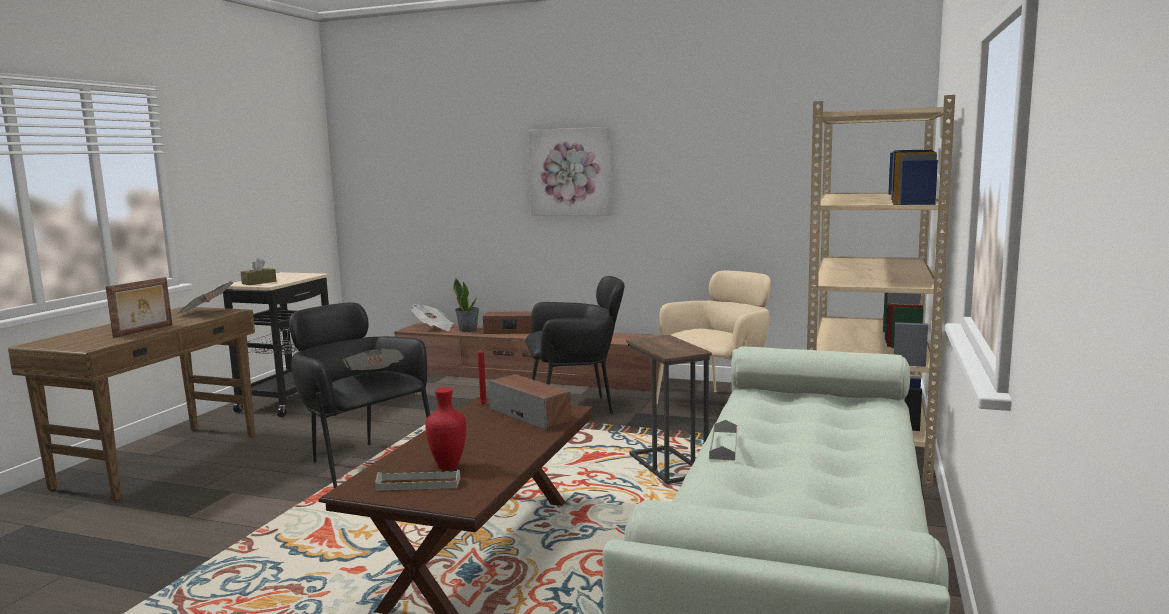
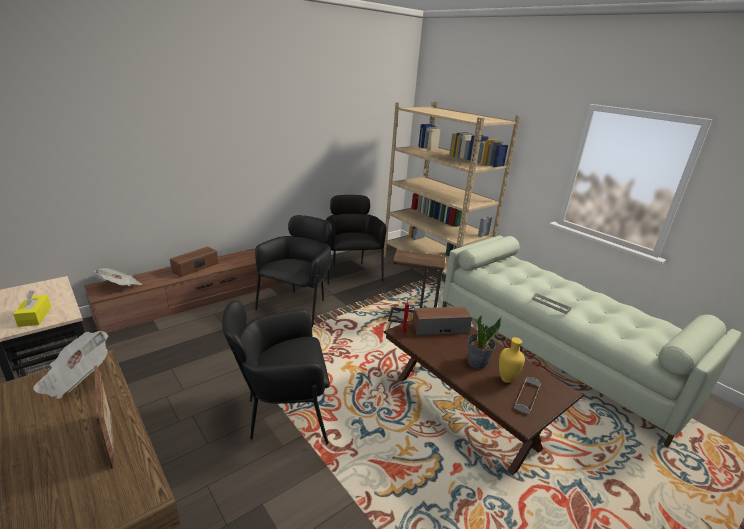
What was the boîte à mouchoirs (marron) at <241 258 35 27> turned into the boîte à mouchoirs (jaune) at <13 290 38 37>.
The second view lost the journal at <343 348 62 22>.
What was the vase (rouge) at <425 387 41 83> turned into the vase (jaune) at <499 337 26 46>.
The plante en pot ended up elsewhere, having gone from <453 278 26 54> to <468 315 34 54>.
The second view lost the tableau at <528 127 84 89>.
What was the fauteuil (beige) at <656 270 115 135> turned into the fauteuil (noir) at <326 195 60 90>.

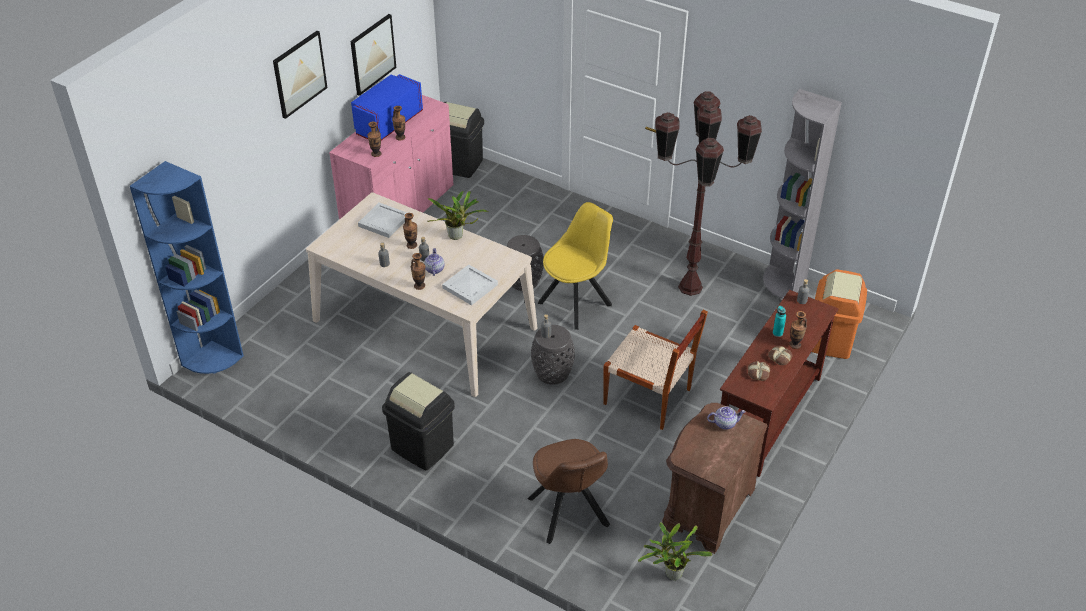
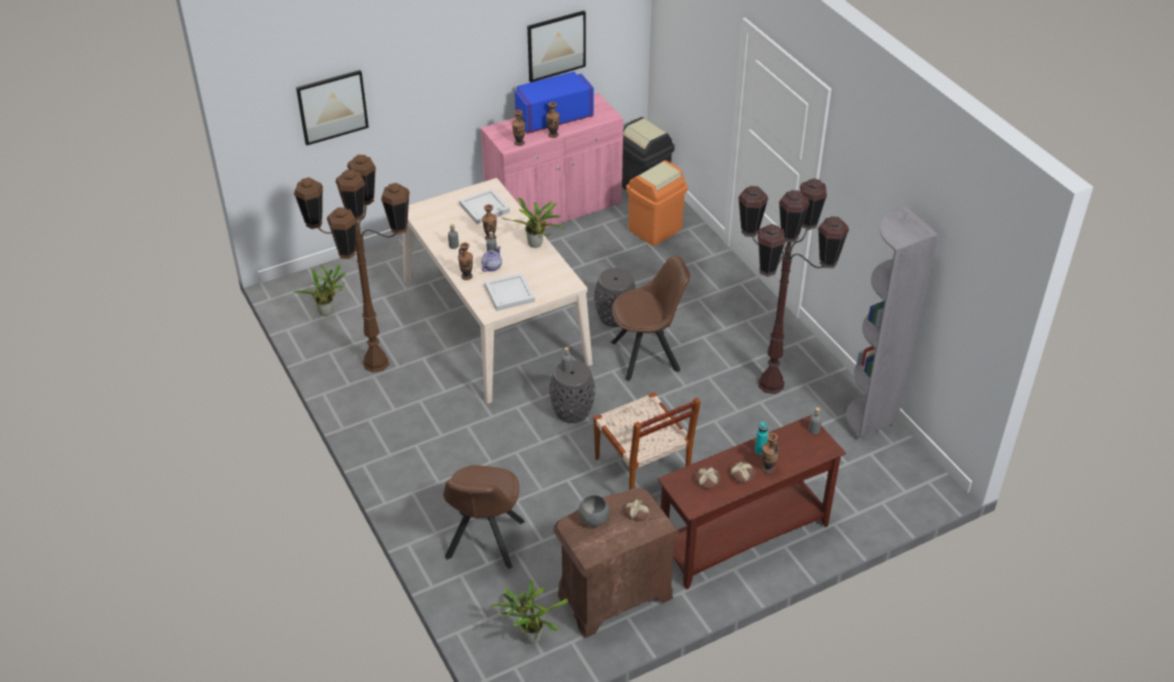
The second view lost the bibliothèque (bleu) at <130 161 114 213>.
The tableau ended up elsewhere, having gone from <273 31 55 88> to <296 70 73 76>.
The second view lost the poubelle (noir) at <382 372 73 98>.
What was the chaise (jaune) at <538 202 75 128> turned into the chaise (marron) at <611 255 79 126>.
Where the théière stood at <707 406 38 23>, the pain came to stand at <623 499 27 22>.
The poubelle (orange) ended up elsewhere, having gone from <812 270 55 89> to <626 160 62 86>.
The second view gained the plante en pot at <293 265 53 51>.
The second view gained the lampadaire (marron) at <294 155 116 218>.
The second view gained the bol (gris) at <579 495 31 31>.

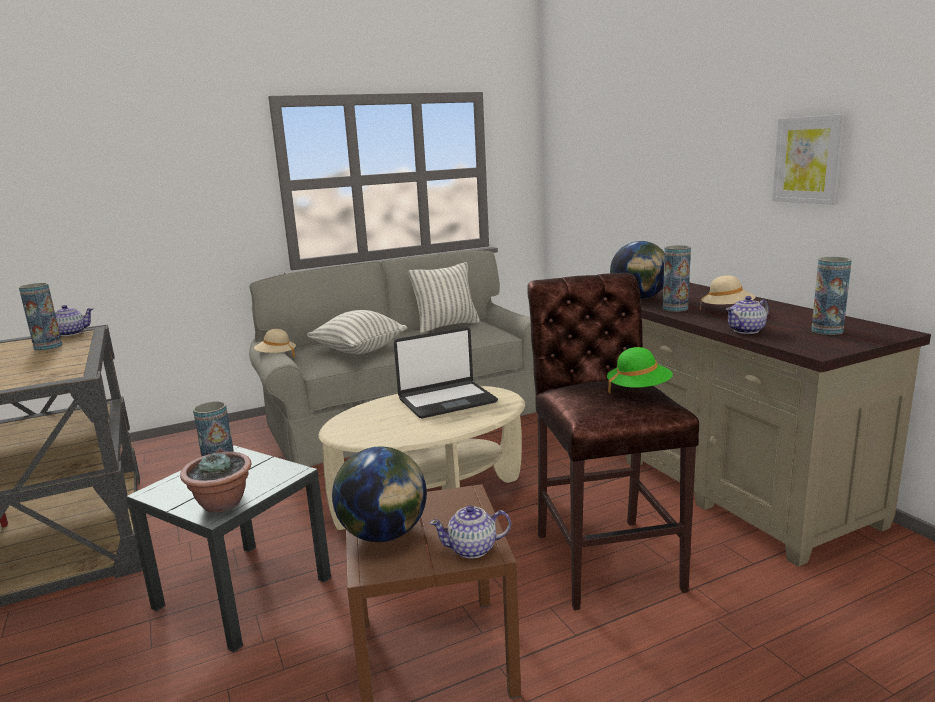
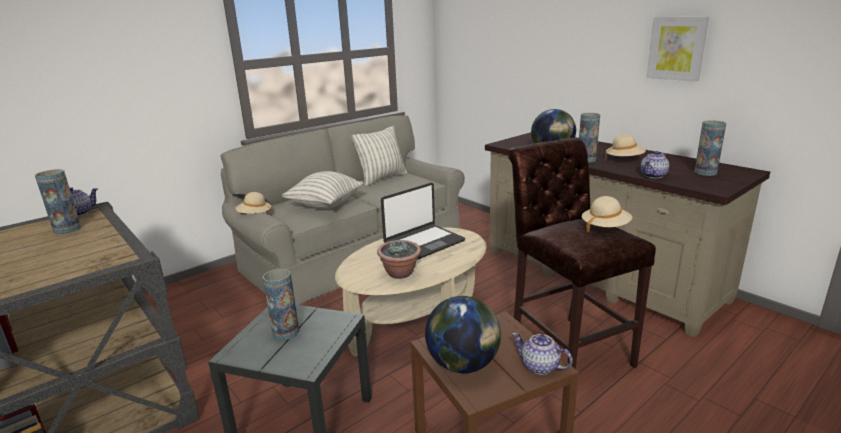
The plante en pot ended up elsewhere, having gone from <180 452 72 61> to <377 240 44 39>.
The théière at <430 505 81 54> ended up facing another way, 60 degrees clockwise from before.
What was the chapeau (vert) at <607 347 66 47> turned into the chapeau (beige) at <582 196 50 37>.

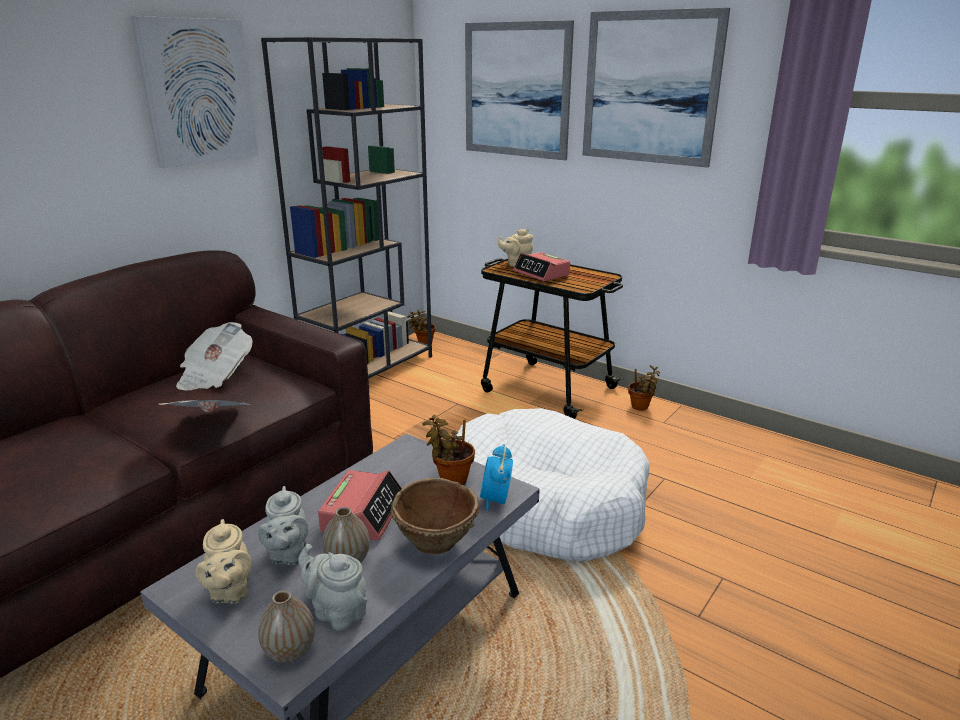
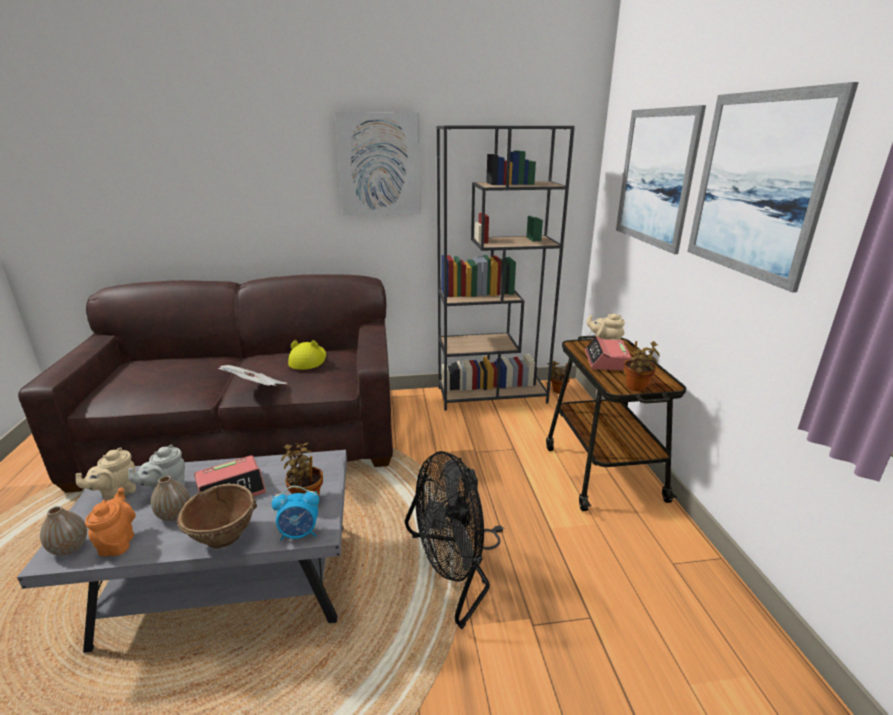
Where the journal stood at <176 322 77 68>, the chapeau (jaune) came to stand at <288 340 38 30>.
What was the théière (gris) at <298 544 69 87> turned into the théière (orange) at <85 488 51 68>.
Where the panier pour chien (blanc) stood at <456 408 194 153>, the ventilateur (noir) came to stand at <405 451 100 178>.
The réveil at <480 444 33 67> ended up facing another way, 150 degrees counterclockwise from before.
The plante en pot ended up elsewhere, having gone from <628 365 32 45> to <624 341 36 50>.

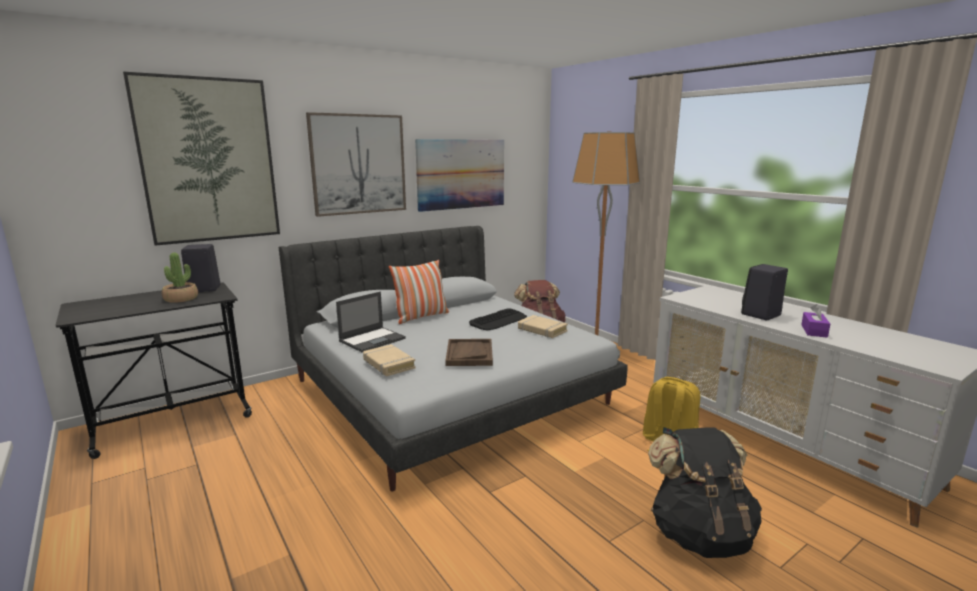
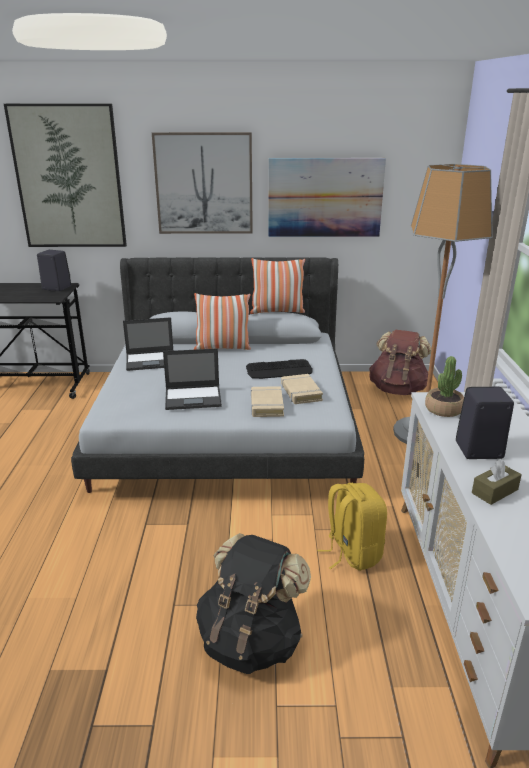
The plante en pot ended up elsewhere, having gone from <162 253 36 50> to <425 356 39 61>.
The livre (beige) ended up elsewhere, having gone from <363 344 53 32> to <251 386 33 31>.
Where the plateau (marron) stood at <445 339 48 27>, the ordinateur portable came to stand at <163 348 59 62>.
What was the boîte à mouchoirs (violet) at <801 304 29 34> turned into the boîte à mouchoirs (marron) at <472 459 50 46>.
The second view gained the coussin at <250 258 55 56>.

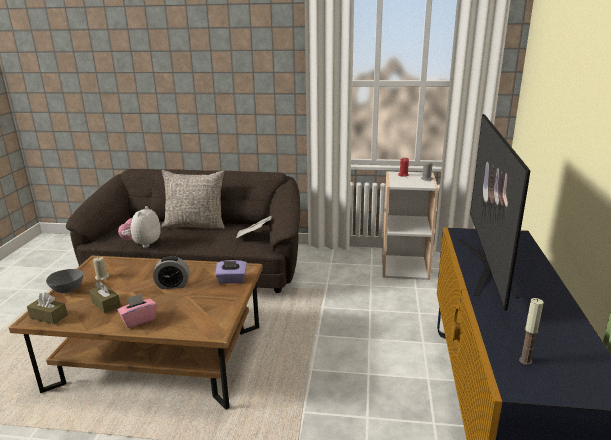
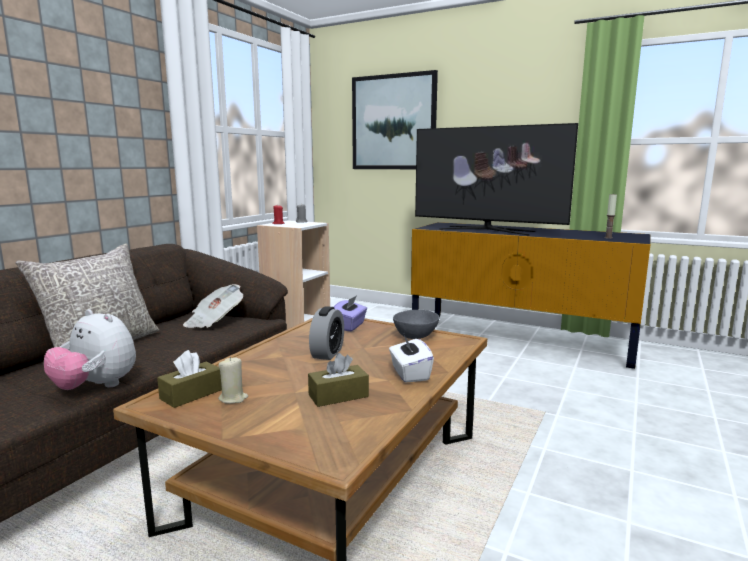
The boîte à mouchoirs (marron) ended up elsewhere, having gone from <27 292 41 32> to <157 350 65 58>.
The bol (gris) ended up elsewhere, having gone from <46 269 37 24> to <393 310 46 29>.
What was the boîte à mouchoirs (rose) at <117 294 40 34> turned into the boîte à mouchoirs (blanc) at <389 335 45 48>.
The second view gained the tableau at <352 70 86 99>.

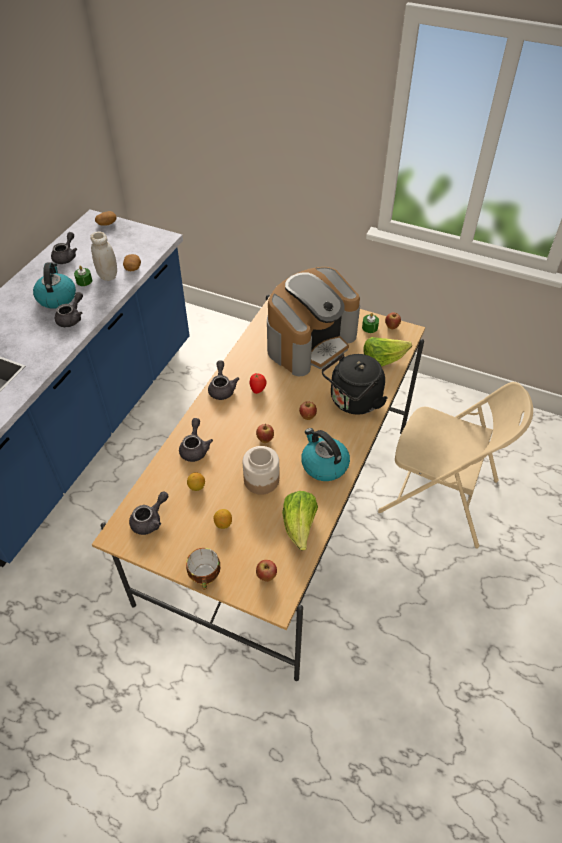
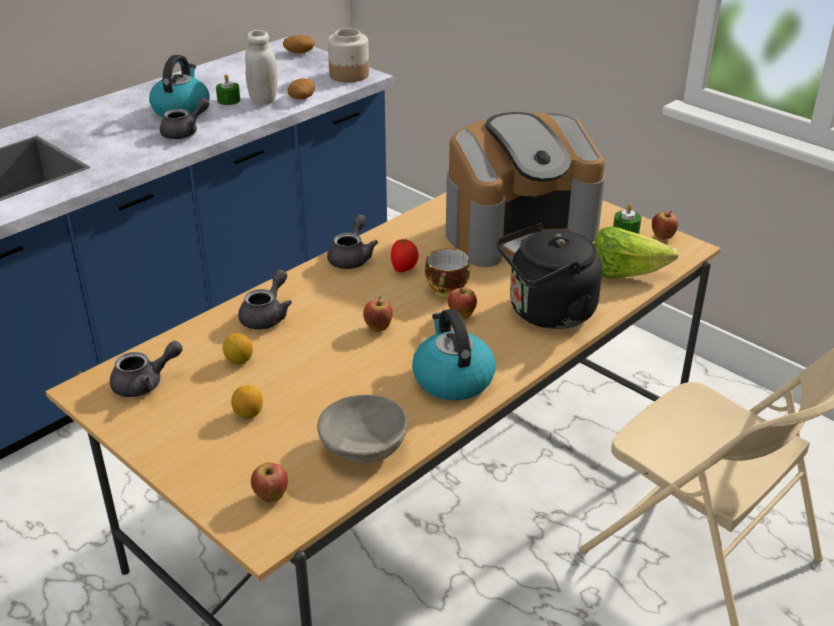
The second view lost the théière (gris) at <51 232 26 32>.
The tasse ended up elsewhere, having gone from <186 548 34 42> to <425 248 45 49>.
The bocal ended up elsewhere, having gone from <243 446 36 49> to <328 28 41 55>.
Where the laitue stood at <282 491 36 59>, the bol (gris) came to stand at <317 395 91 68>.

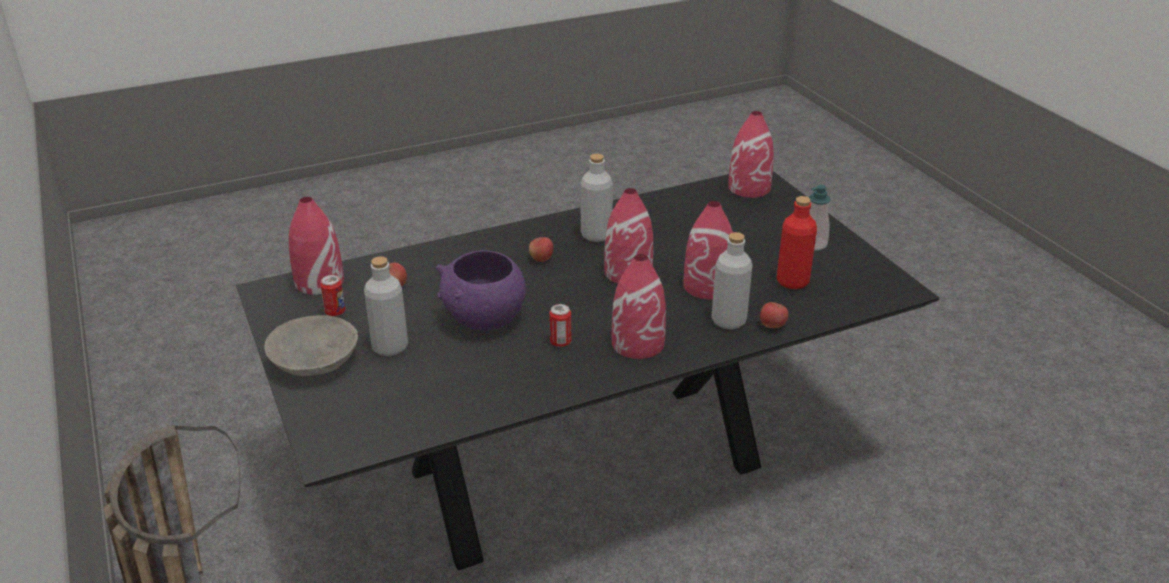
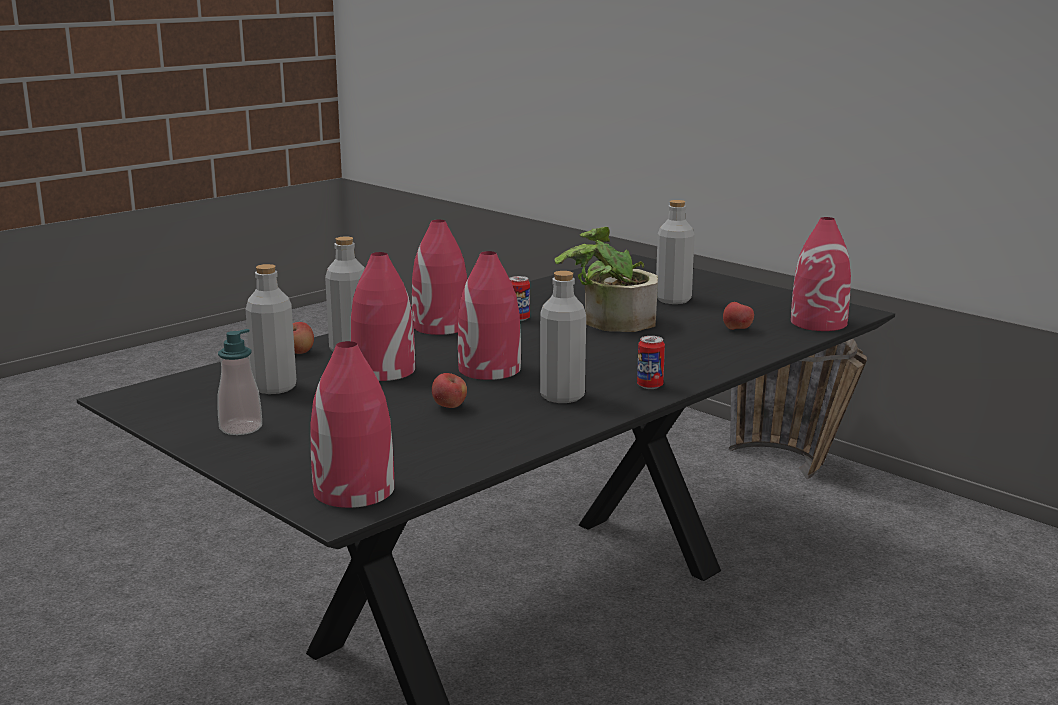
The second view lost the bol (gris) at <264 315 94 61>.
The boîte métallique ended up elsewhere, having gone from <320 275 26 41> to <637 336 28 53>.
Where the bol (violet) stood at <435 251 91 80>, the plante en pot came to stand at <554 227 104 105>.
The pomme ended up elsewhere, having gone from <529 237 25 25> to <432 373 35 35>.
What was the bouteille (rouge) at <777 196 40 93> turned into the bouteille (gris) at <245 264 51 130>.

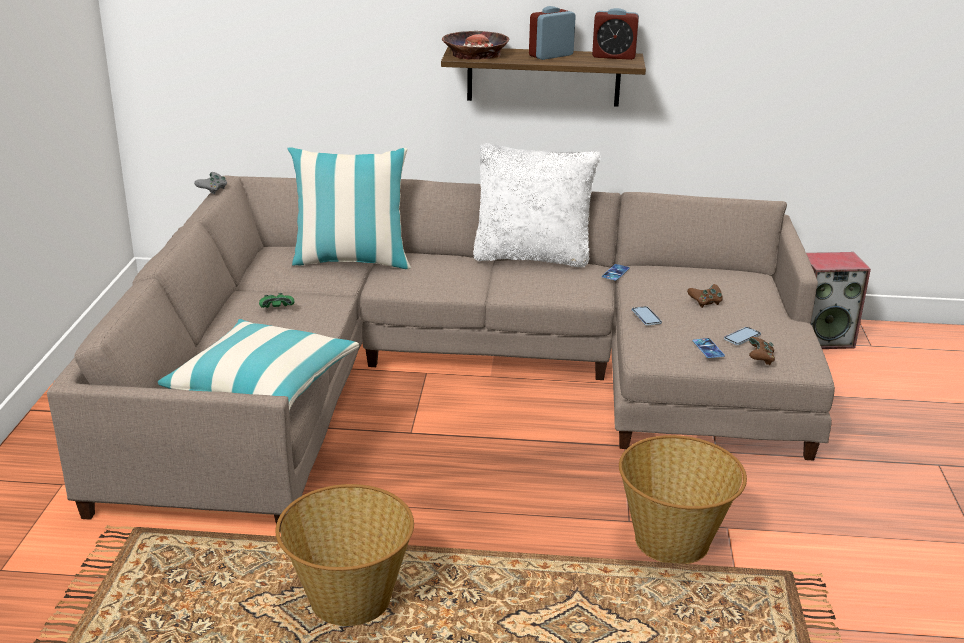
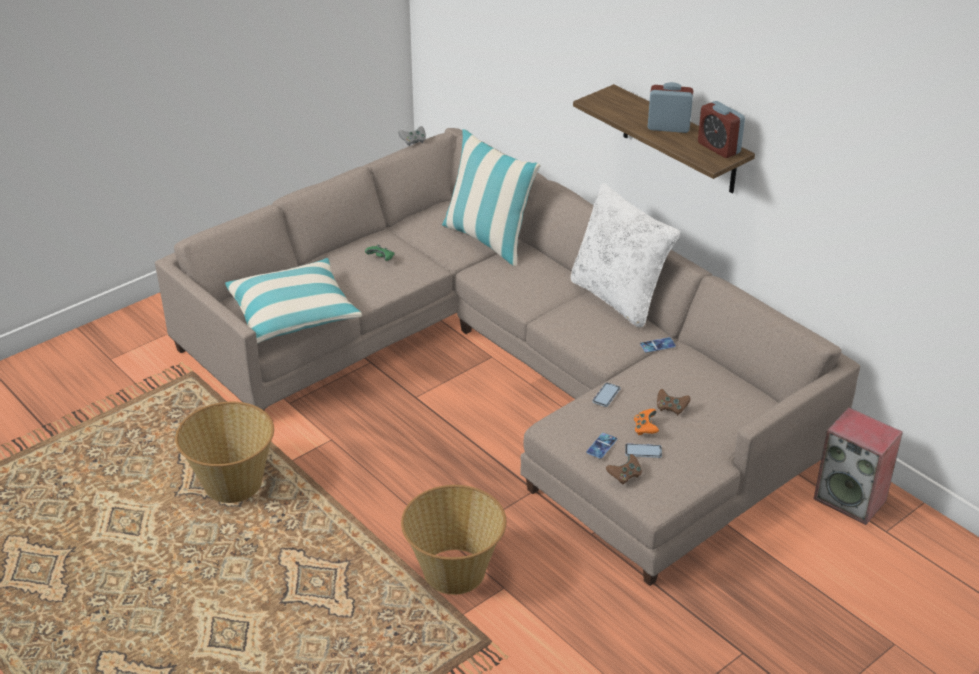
The second view lost the bol at <442 31 68 29>.
The second view gained the manette (orange) at <634 409 25 26>.

